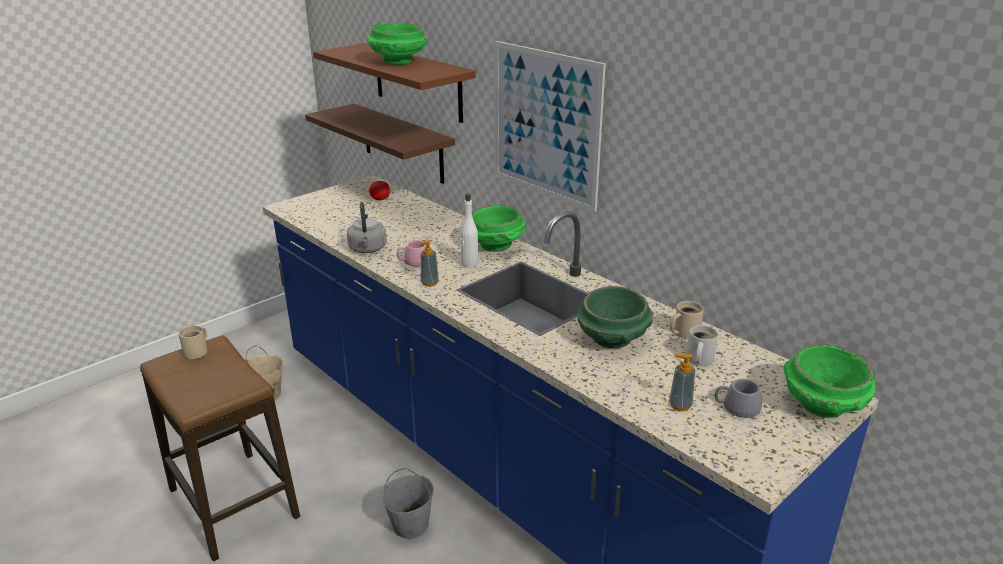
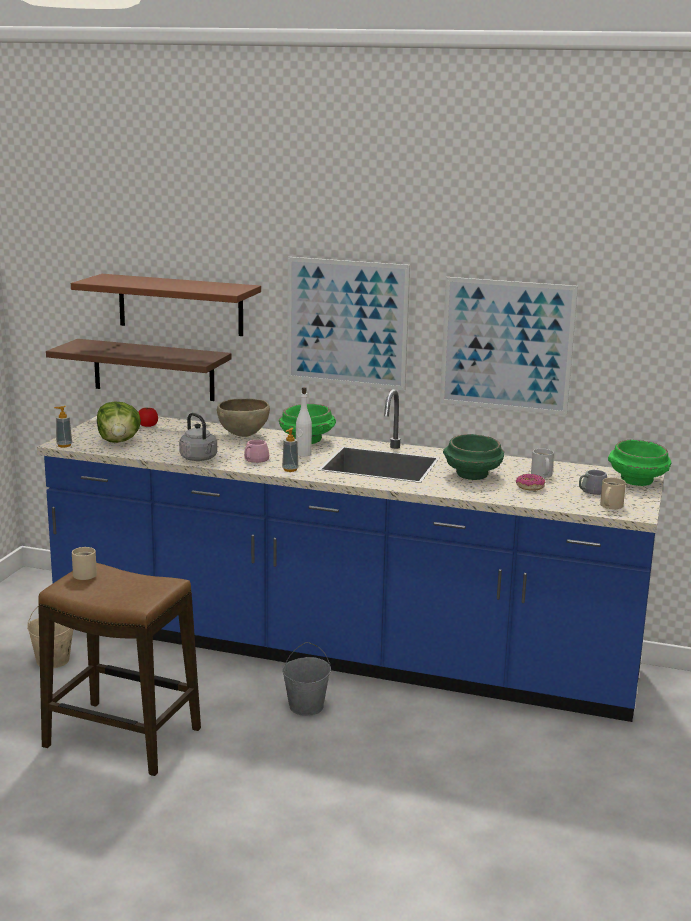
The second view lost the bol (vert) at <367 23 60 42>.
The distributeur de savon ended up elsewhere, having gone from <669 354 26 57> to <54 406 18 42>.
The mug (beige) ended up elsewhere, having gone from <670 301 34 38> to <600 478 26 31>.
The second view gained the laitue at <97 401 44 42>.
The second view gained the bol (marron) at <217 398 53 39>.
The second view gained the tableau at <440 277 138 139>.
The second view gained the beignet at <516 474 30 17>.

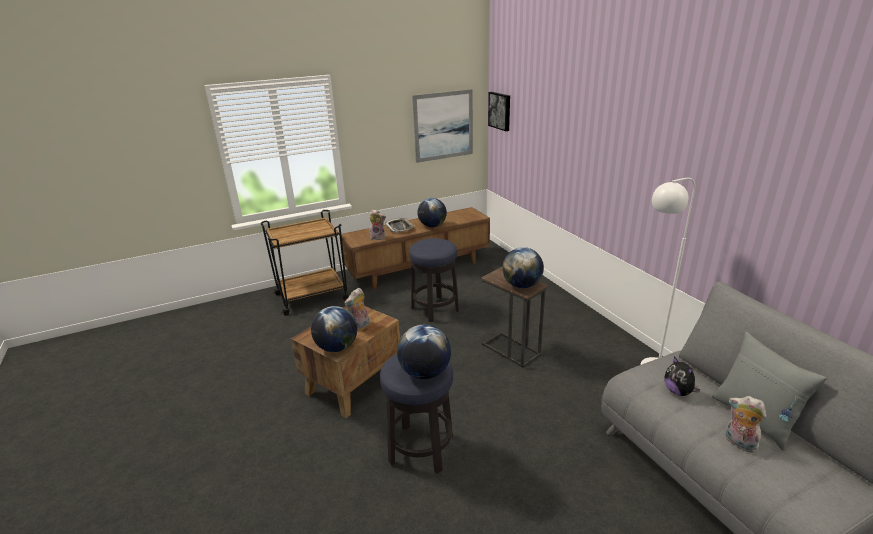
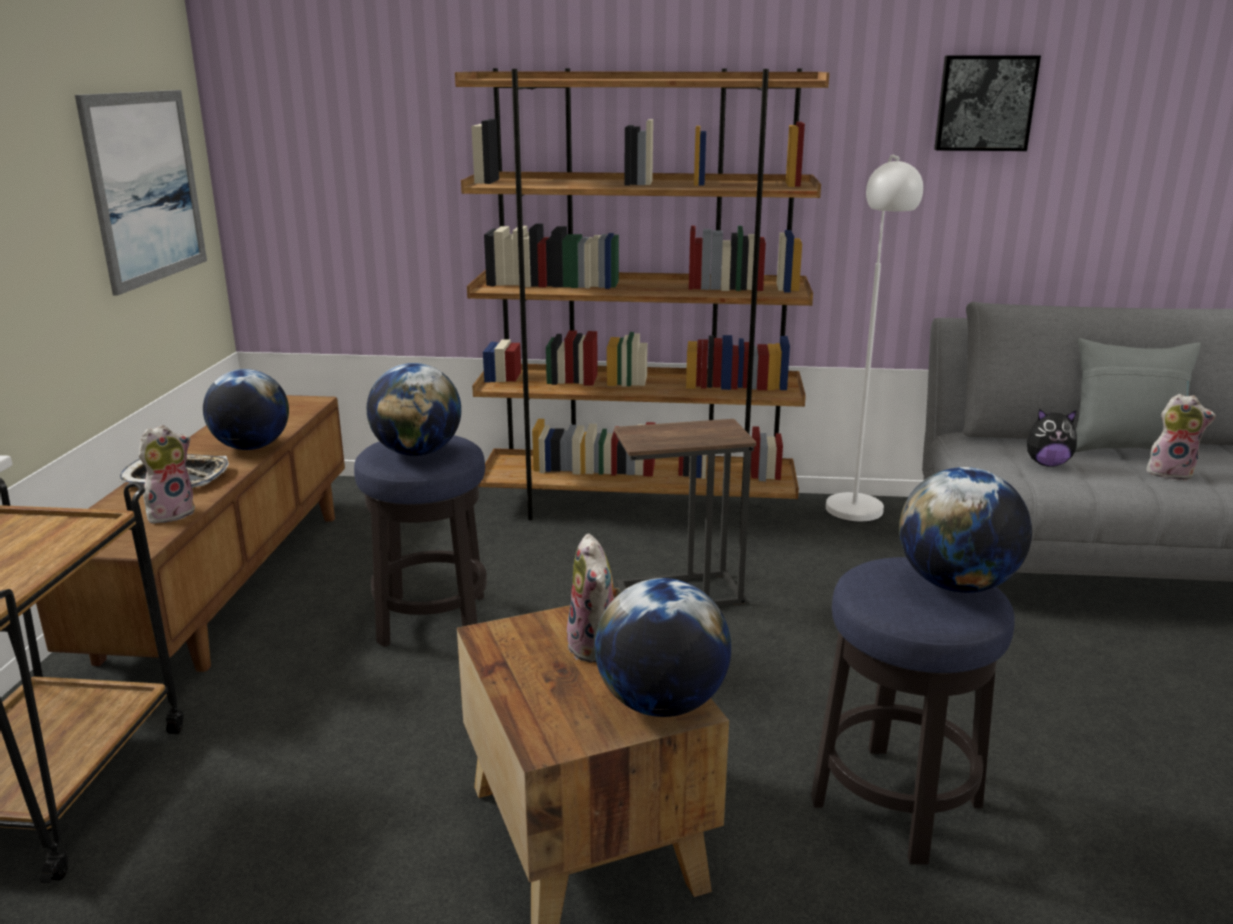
The tableau ended up elsewhere, having gone from <488 92 22 39> to <934 55 107 96>.
The globe ended up elsewhere, having gone from <502 247 42 41> to <367 363 94 93>.
The peluche at <725 396 42 57> ended up facing another way, 150 degrees counterclockwise from before.
The second view gained the bibliothèque (marron) at <455 68 374 453>.

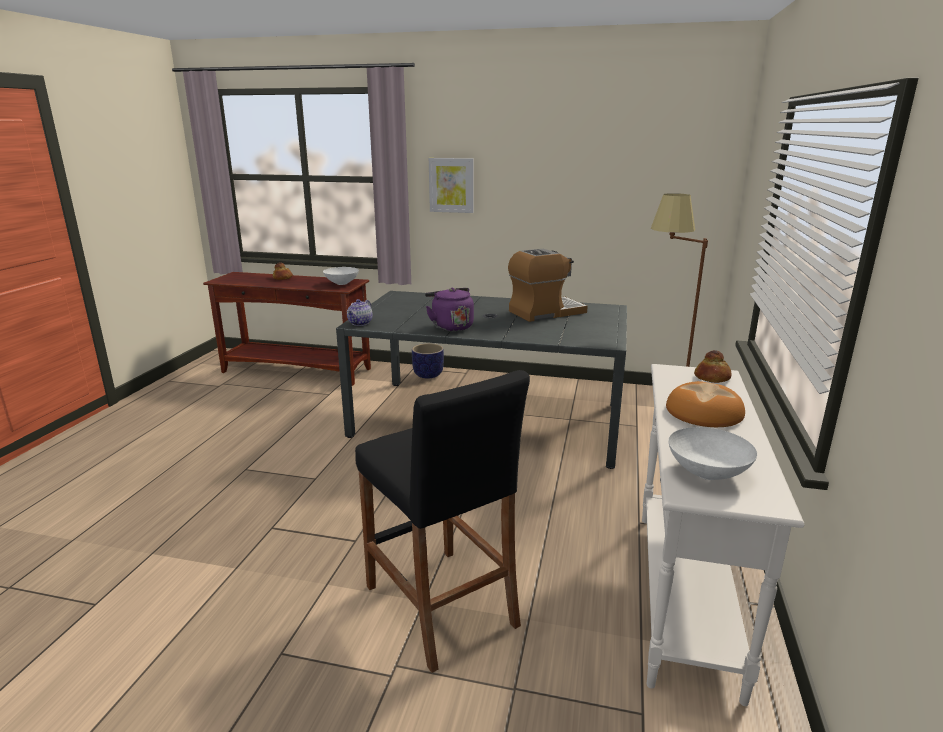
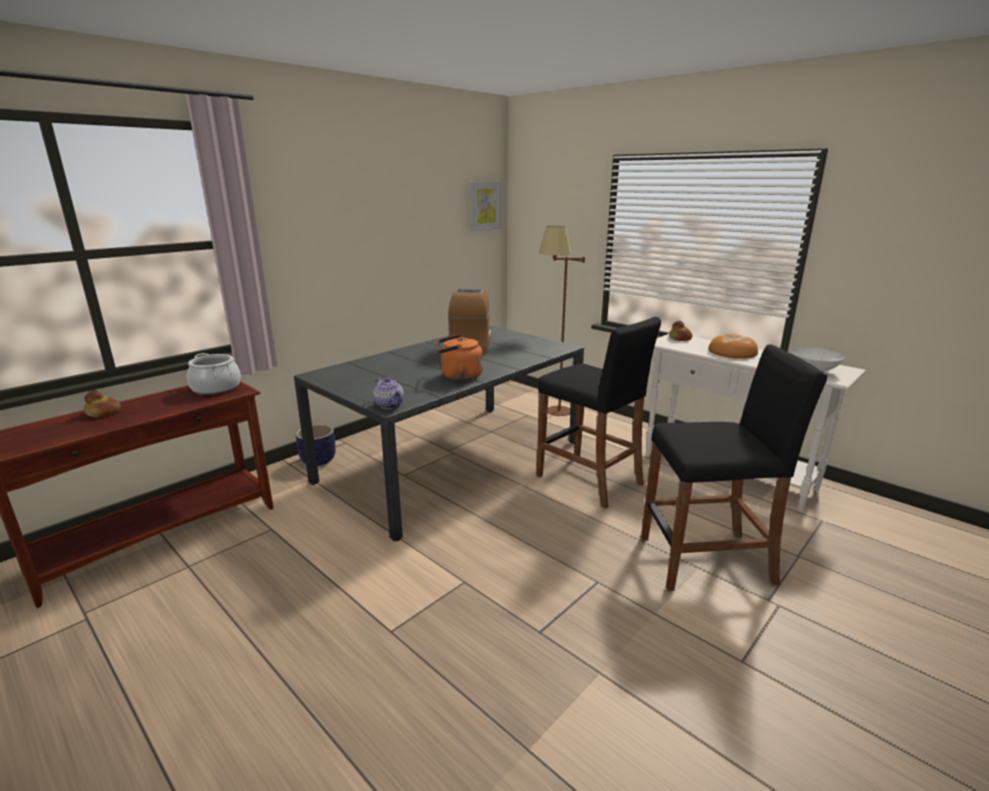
Where the bol (blanc) stood at <323 267 36 18>, the marmite came to stand at <187 353 54 42>.
What was the bouilloire (violet) at <425 288 49 43> turned into the bouilloire (orange) at <437 334 46 47>.
The tableau ended up elsewhere, having gone from <429 158 45 55> to <470 182 31 49>.
The second view gained the tabouret (noir) at <536 317 125 192>.

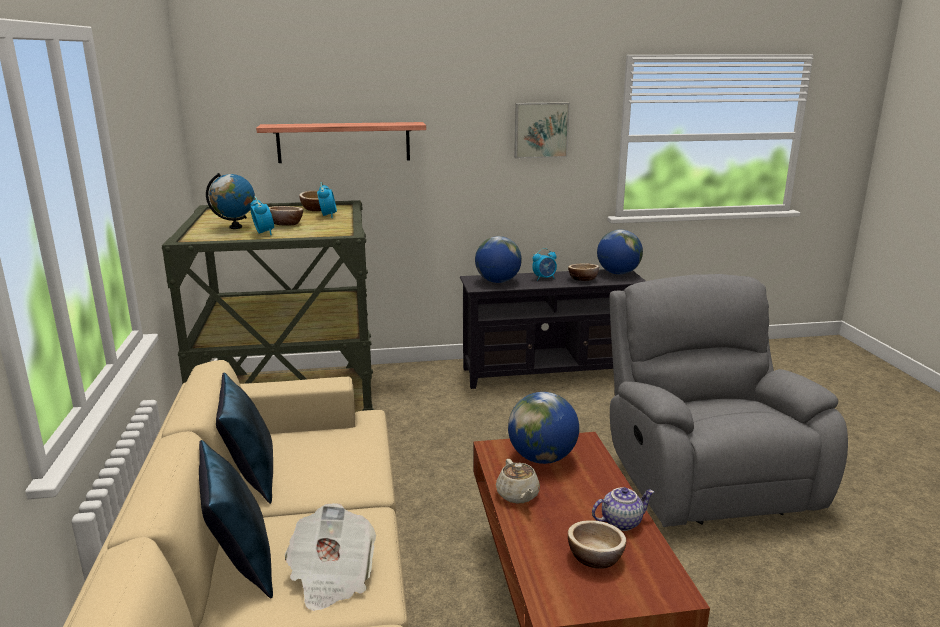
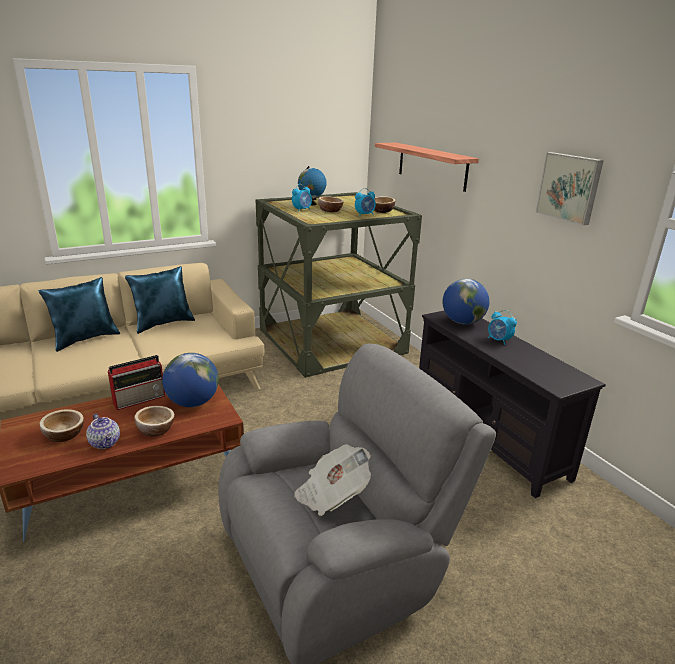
The journal ended up elsewhere, having gone from <285 503 91 108> to <294 444 77 72>.
Where the théière (beige) stood at <496 459 44 44>, the radio came to stand at <108 355 57 55>.
The bol ended up elsewhere, having gone from <568 263 31 18> to <134 406 41 31>.
The second view lost the globe at <597 229 46 46>.

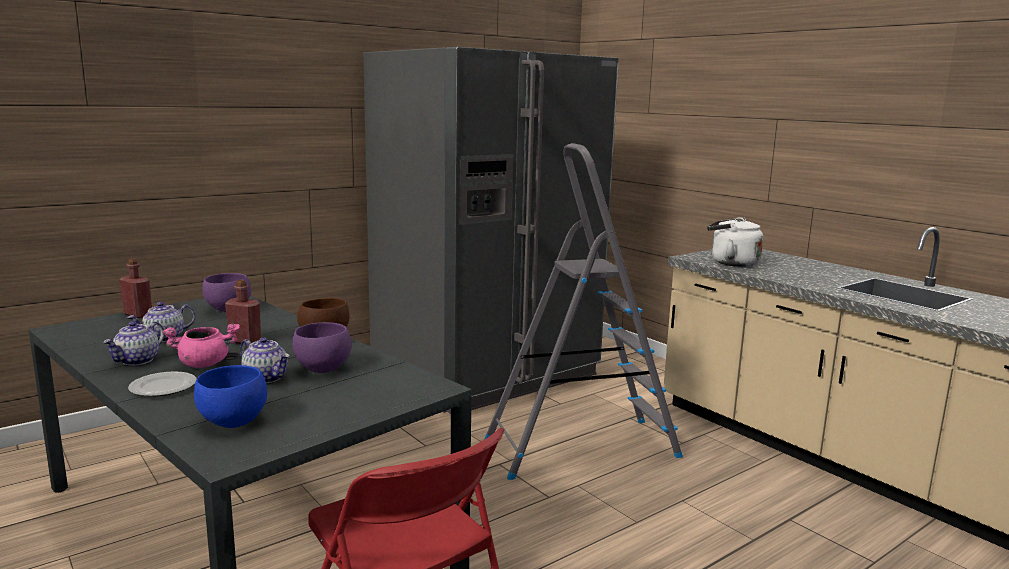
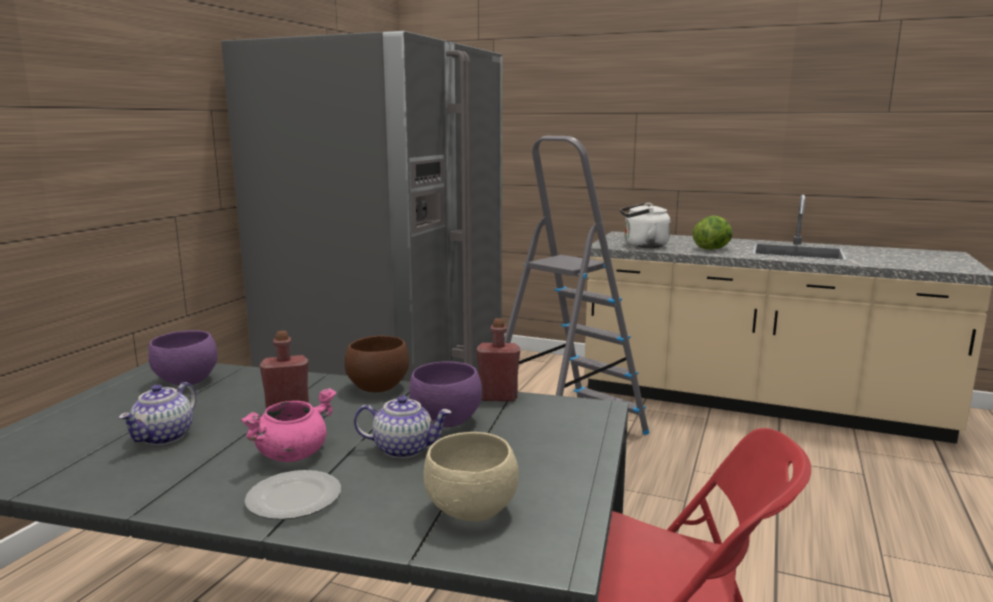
The second view lost the théière at <103 321 62 45>.
The bouteille (rouge) ended up elsewhere, having gone from <120 258 32 60> to <477 319 43 82>.
What was the bol (bleu) at <194 365 73 63> turned into the bol (beige) at <423 432 96 90>.
The second view gained the laitue at <692 215 41 35>.

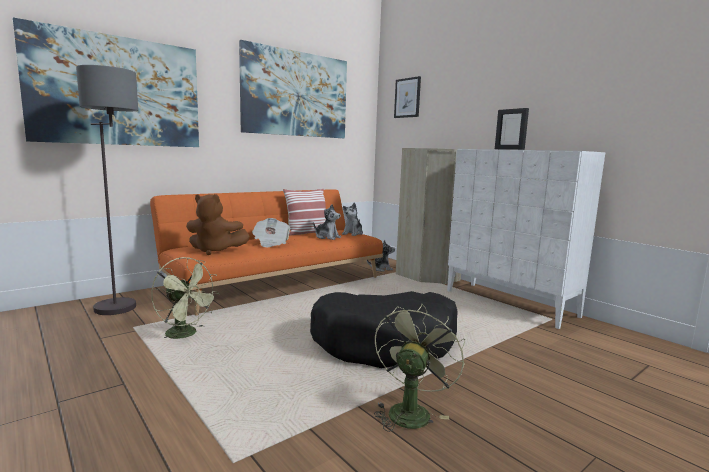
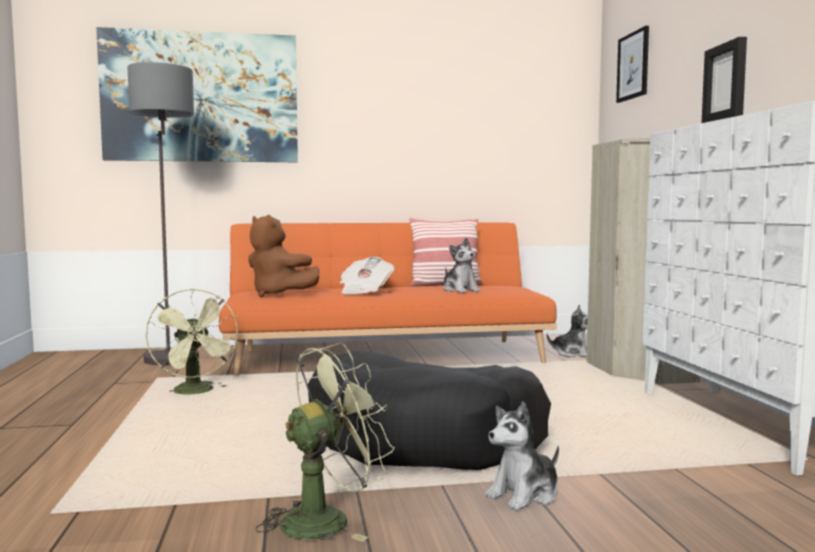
The second view lost the tableau at <239 40 108 98>.
The peluche ended up elsewhere, having gone from <342 202 21 34> to <485 402 74 109>.

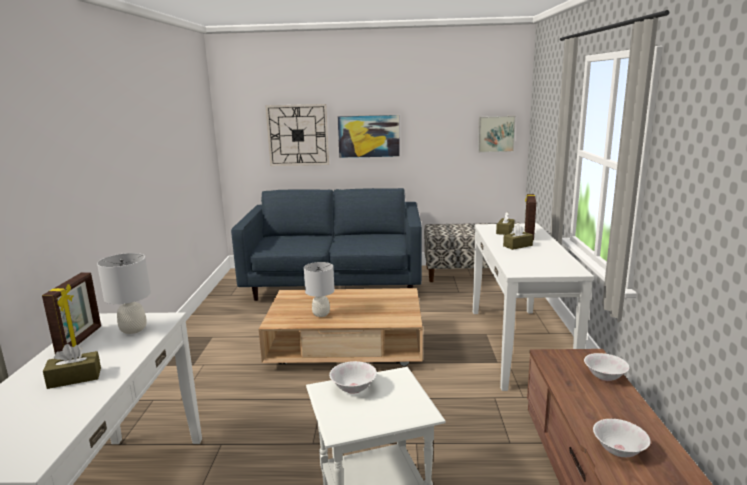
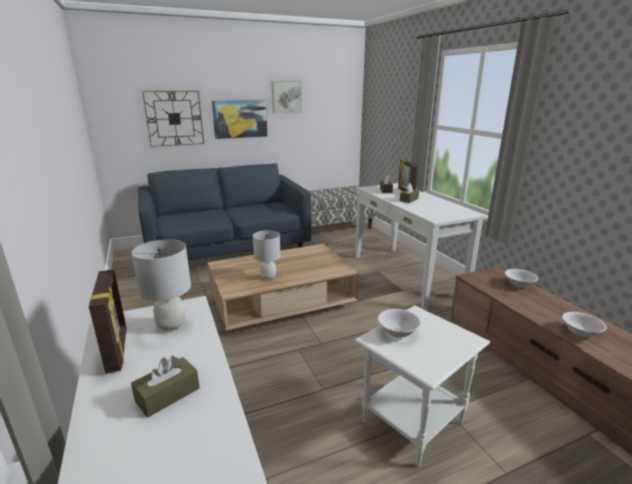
The tableau ended up elsewhere, having gone from <478 116 38 37> to <271 81 31 32>.

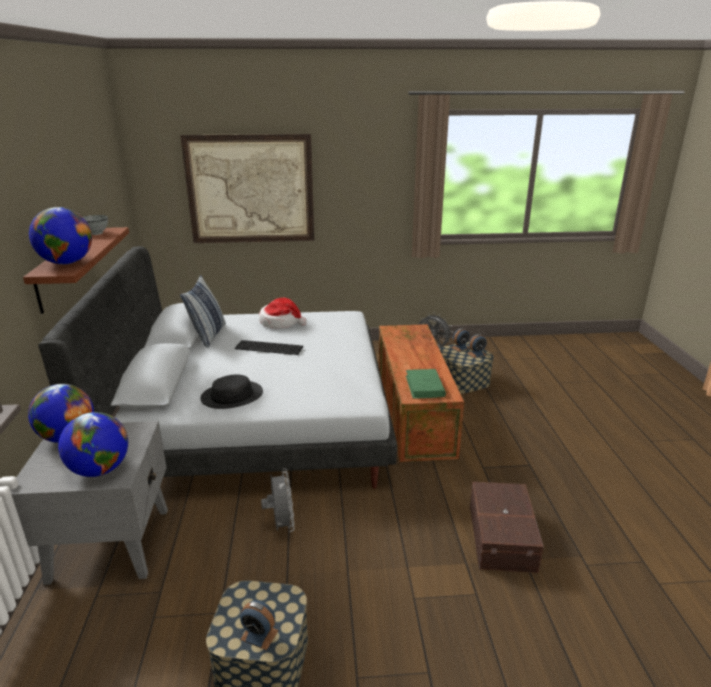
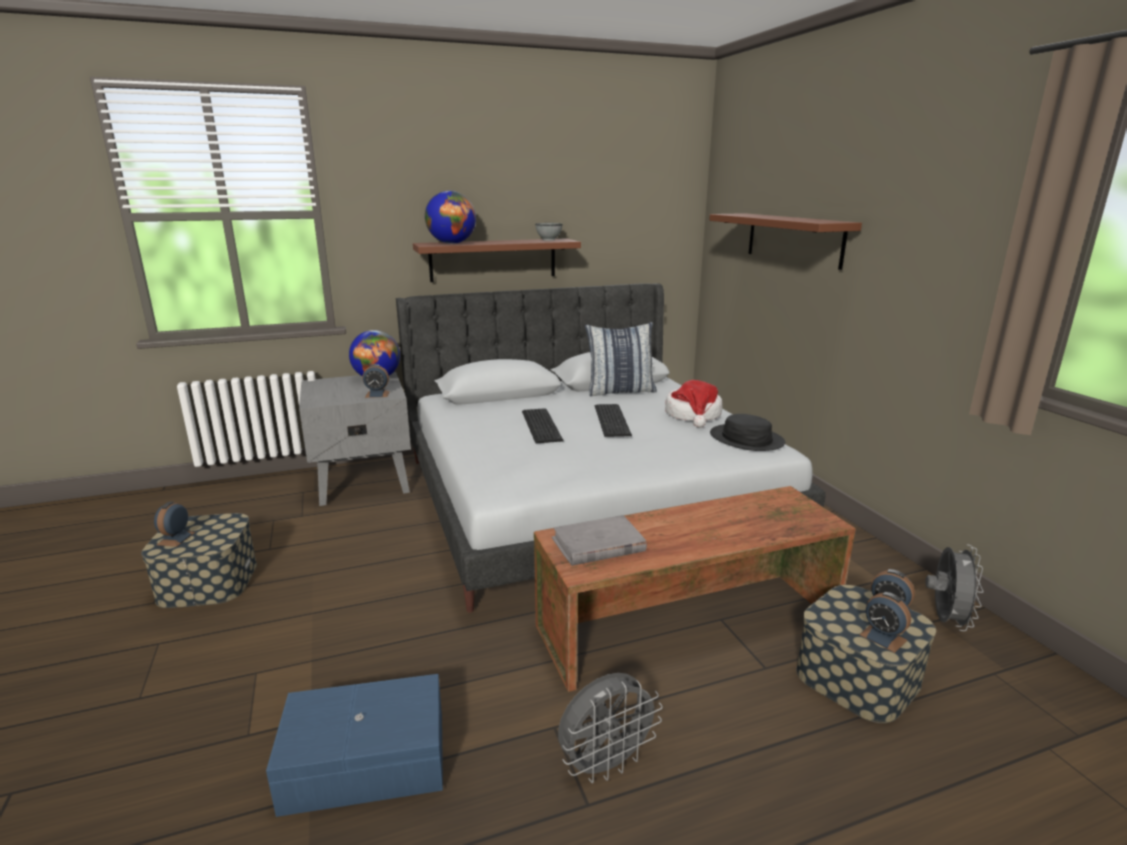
The second view lost the globe at <58 412 70 65>.
Where the tableau hung at <180 134 134 109>, the étagère (marron) came to hang at <709 213 153 57>.
The chapeau (noir) ended up elsewhere, having gone from <200 375 63 34> to <710 414 75 37>.
The ventilateur (gris) ended up elsewhere, having gone from <261 468 34 64> to <558 673 105 110>.
What was the livre (vert) at <406 369 40 30> turned into the livre (gris) at <552 515 95 51>.
What was the boîte de rangement (marron) at <470 482 74 91> turned into the boîte de rangement (bleu) at <266 674 177 143>.
The second view gained the réveil at <363 364 27 34>.
The second view gained the clavier at <522 408 42 35>.

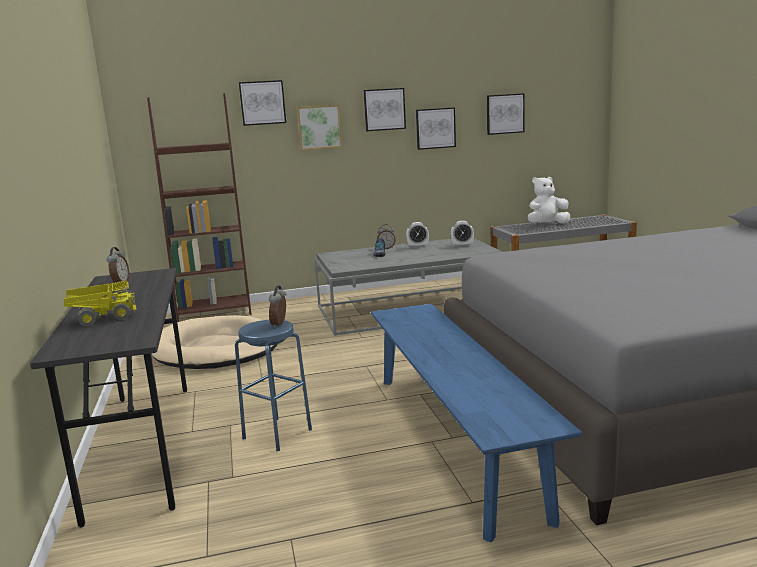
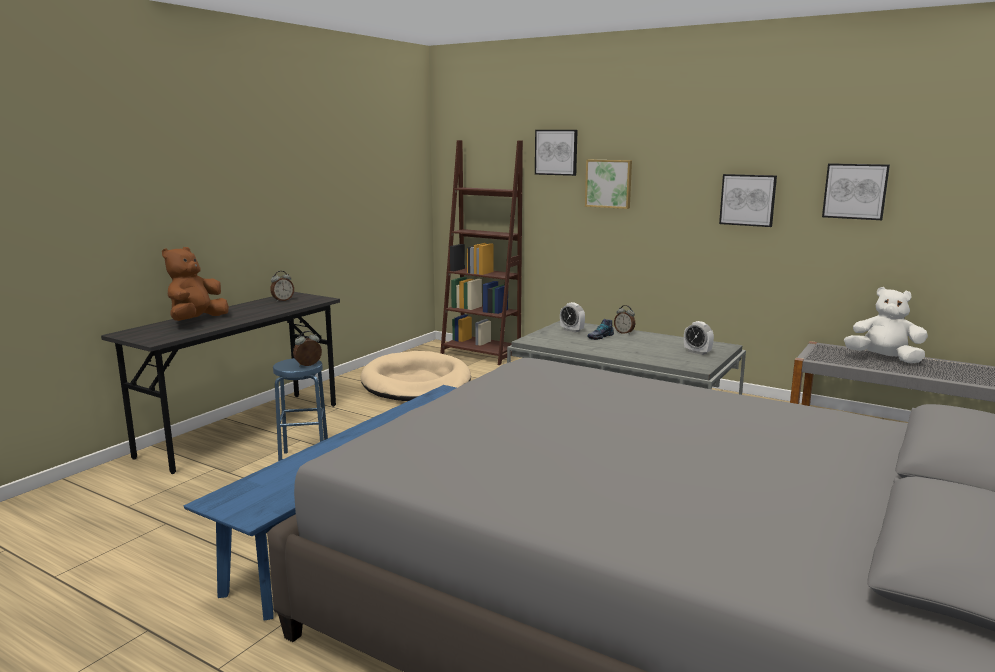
Where the camion jouet stood at <64 281 73 46>, the peluche (marron) came to stand at <162 247 67 74>.
The second view lost the tableau at <363 88 43 43>.
The réveil ended up elsewhere, having gone from <406 222 23 26> to <560 302 25 31>.

